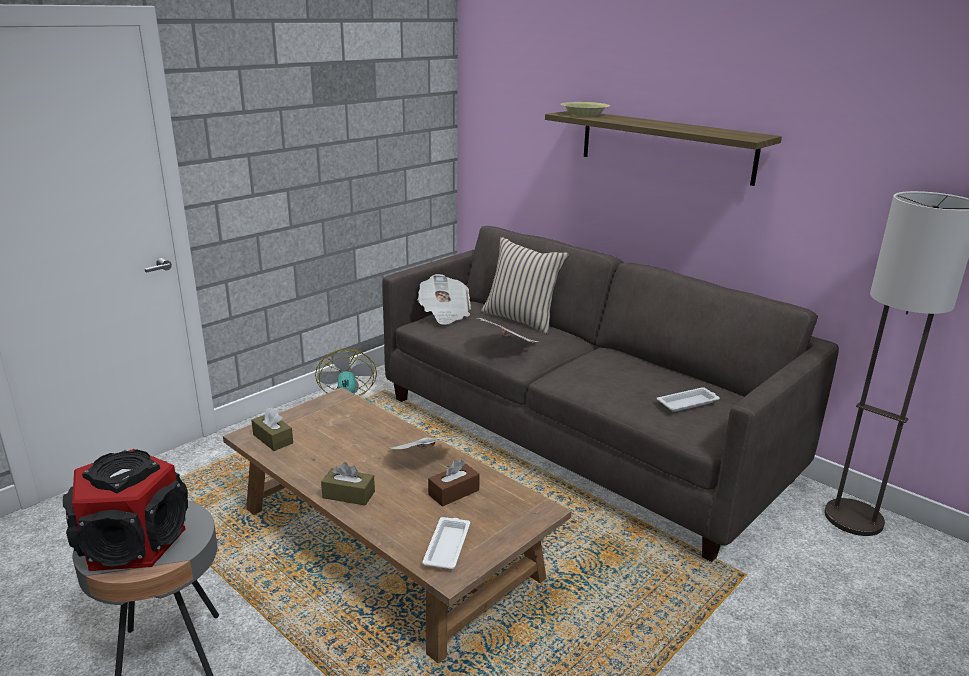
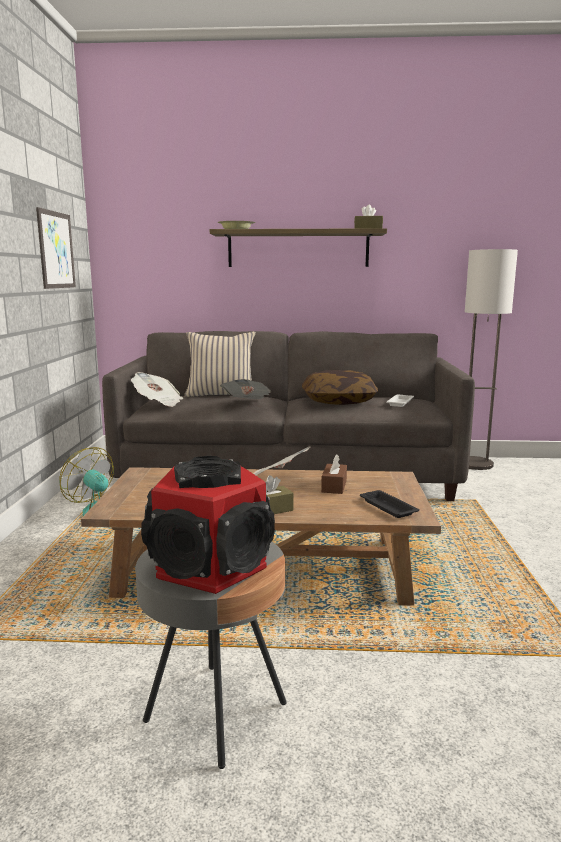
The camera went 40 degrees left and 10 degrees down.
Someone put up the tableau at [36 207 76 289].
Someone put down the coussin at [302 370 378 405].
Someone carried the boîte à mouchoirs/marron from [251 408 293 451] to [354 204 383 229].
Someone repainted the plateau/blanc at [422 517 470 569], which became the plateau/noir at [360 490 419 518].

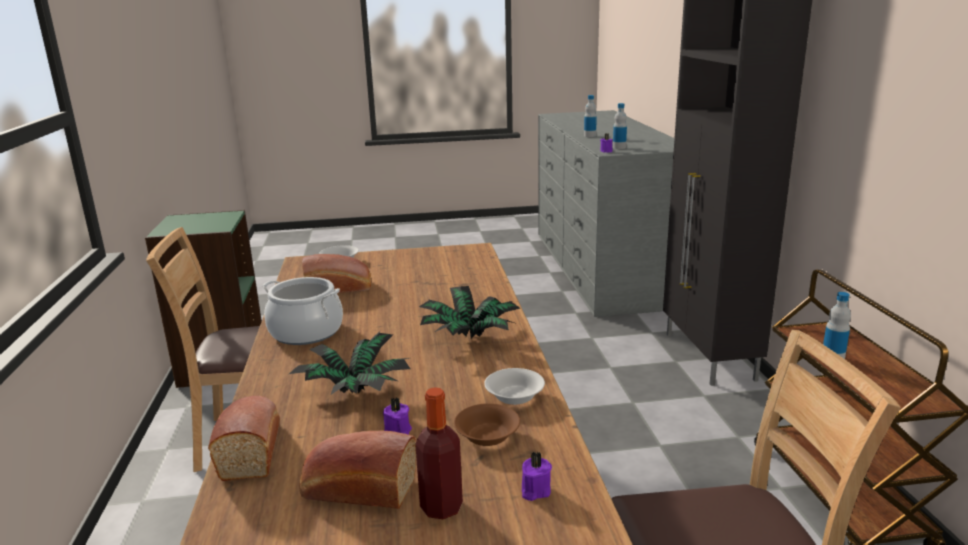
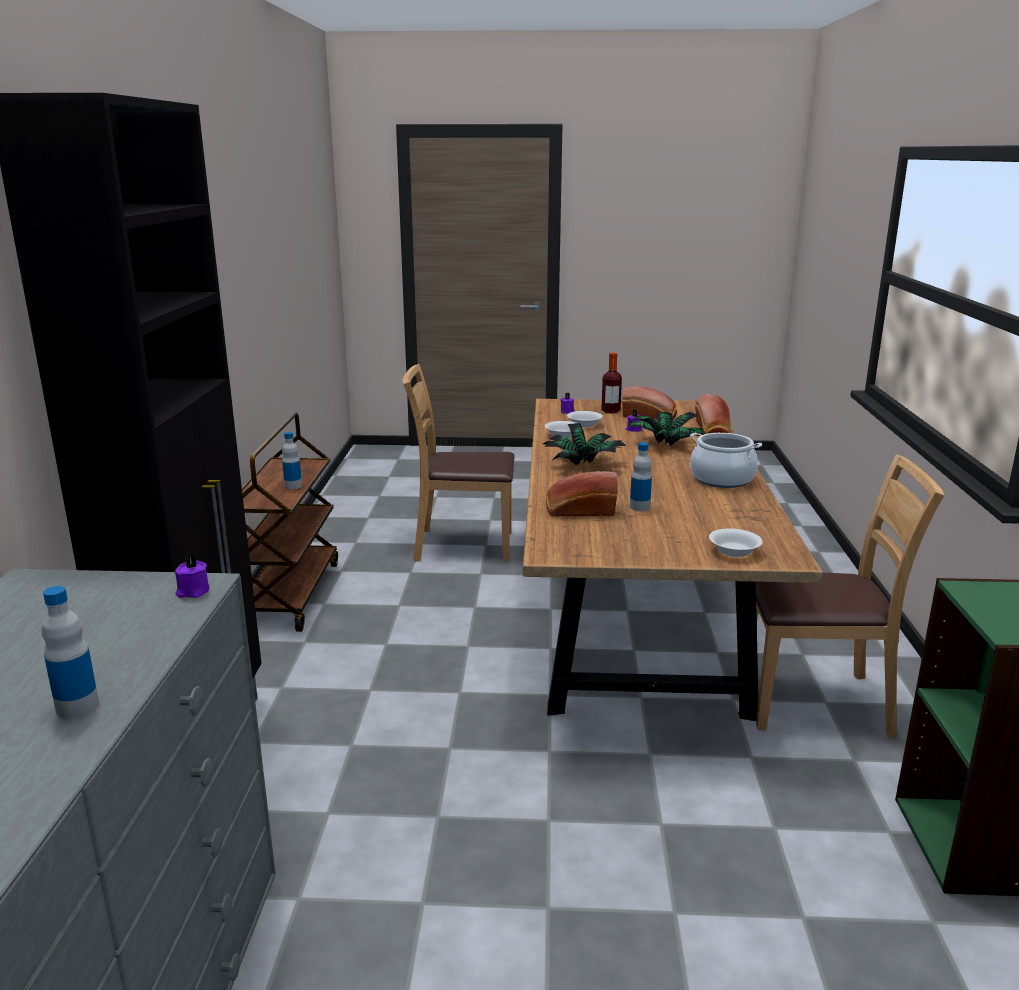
The camera went 170 degrees left and 0 degrees up.
Someone carried the pain from [302 254 371 293] to [546 471 618 517].
Someone carried the bouteille from [613 103 627 149] to [630 442 652 511].
Someone repainted the bol/marron at [454 403 520 446], which became the bol/blanc at [567 411 603 428].

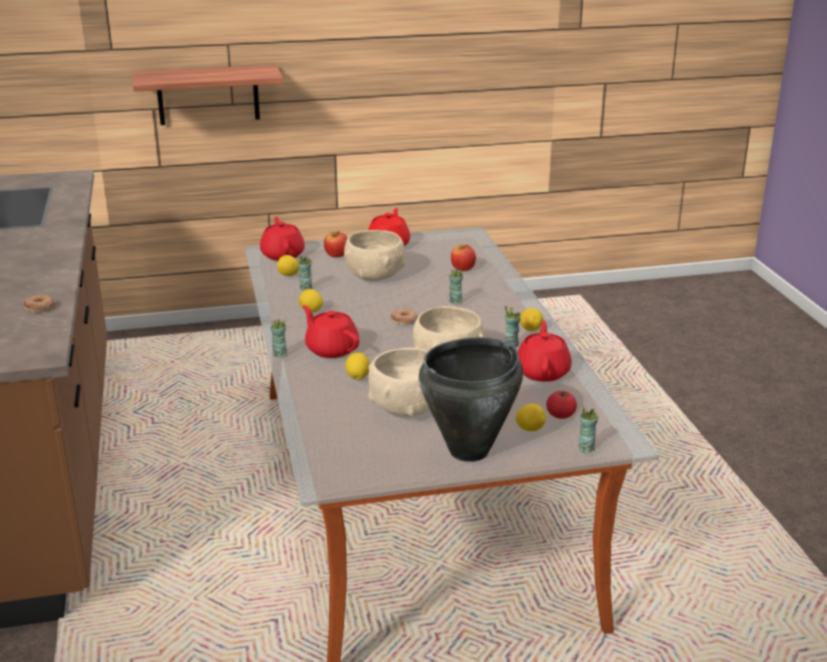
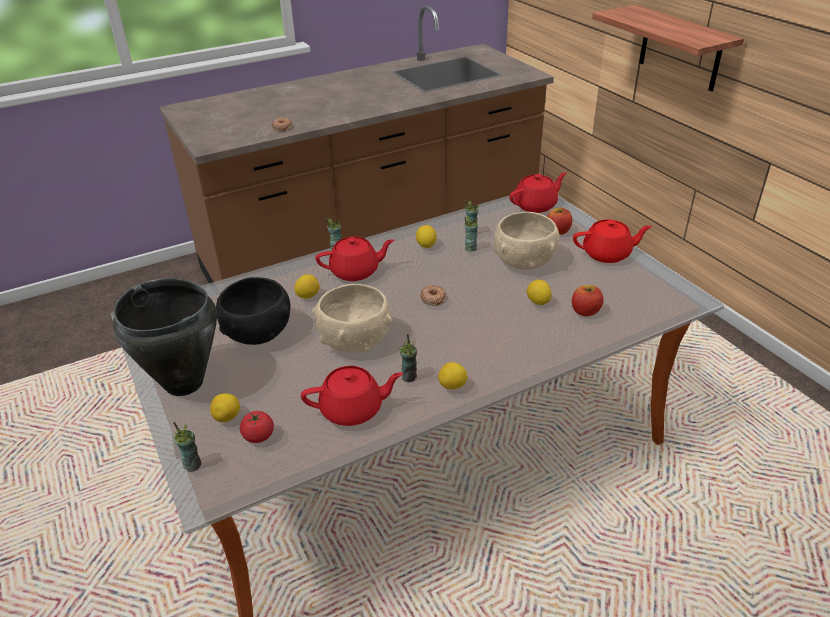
The camera went 75 degrees right and 10 degrees up.
Someone carried the citron from [277 255 299 276] to [527 280 552 305].
Someone carried the tasse from [449 269 464 305] to [464 216 478 252].
Someone repainted the bol/beige at [368 348 430 416], which became the bol/noir at [216 277 291 345].
Someone rotated the théière/rouge at [303 305 359 358] by 45 degrees clockwise.

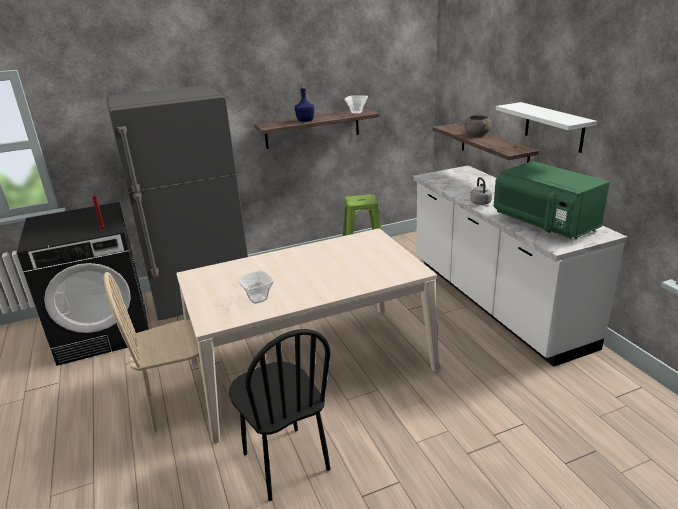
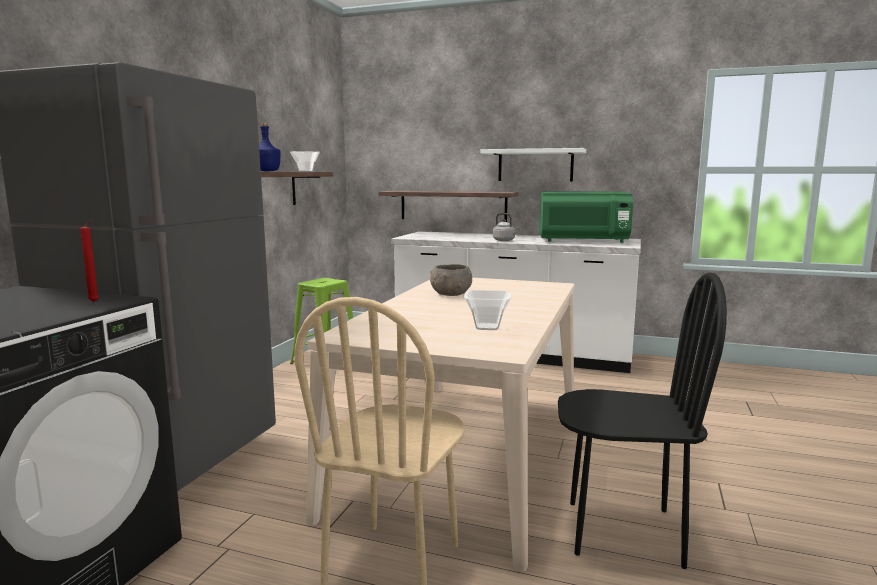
The camera went 50 degrees left and 15 degrees down.
Someone carried the bol/gris from [464 115 492 136] to [430 264 472 296].

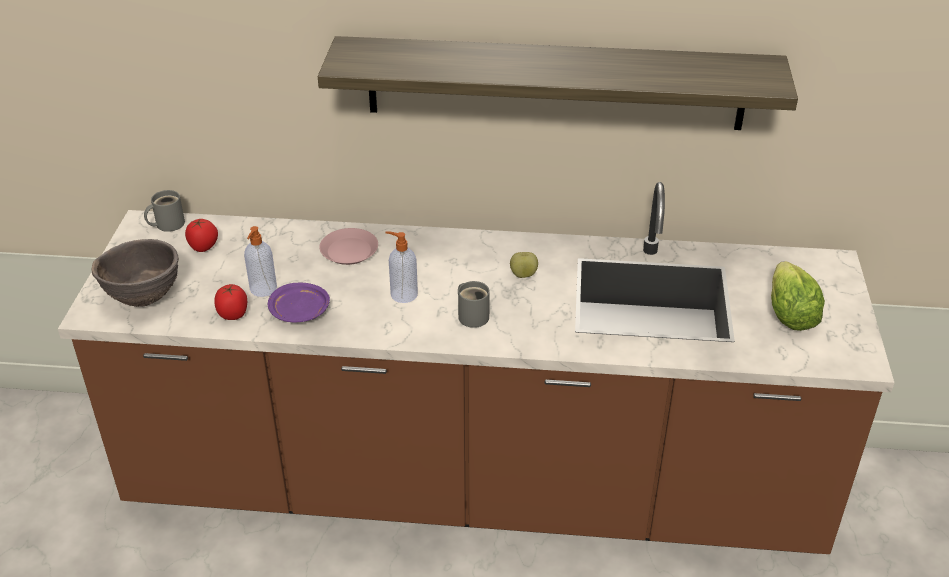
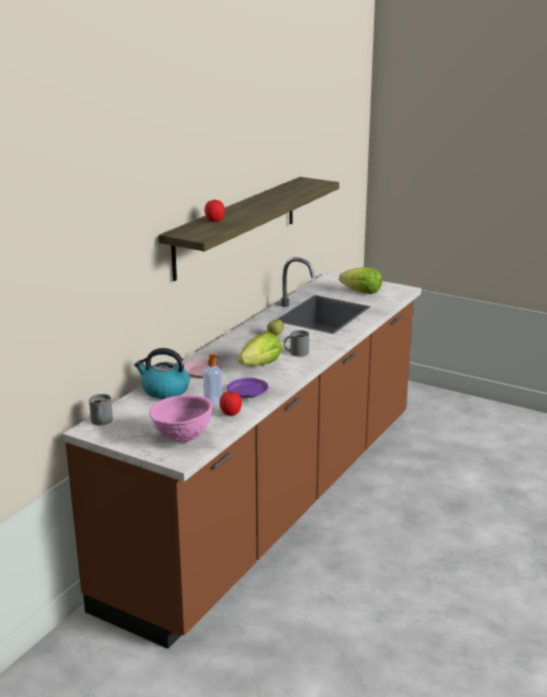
The camera went 65 degrees left and 15 degrees down.
Someone put down the bouilloire at [134 348 190 399].
Someone carried the tomate from [185 218 218 252] to [205 200 225 222].
Someone swapped the distributeur de savon at [385 231 418 303] for the laitue at [238 332 282 366].
Someone repainted the bol/marron at [92 239 179 307], which became the bol/rose at [150 395 213 443].

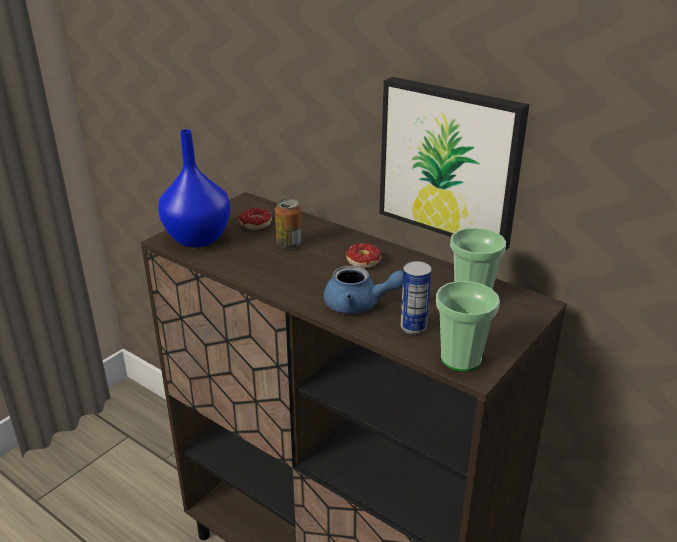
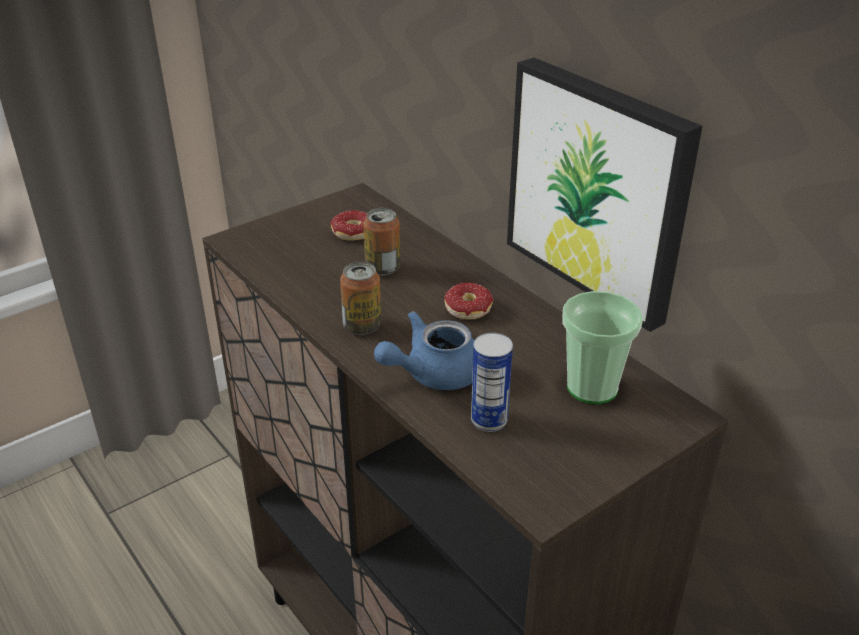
The camera went 15 degrees right and 5 degrees up.
Someone took away the vase/bleu at [158 129 230 247].
Someone took away the tasse at [436 281 500 371].
Someone put down the boîte métallique at [340 262 381 335].
Someone rotated the théière/bleu at [324 265 403 314] by 120 degrees clockwise.

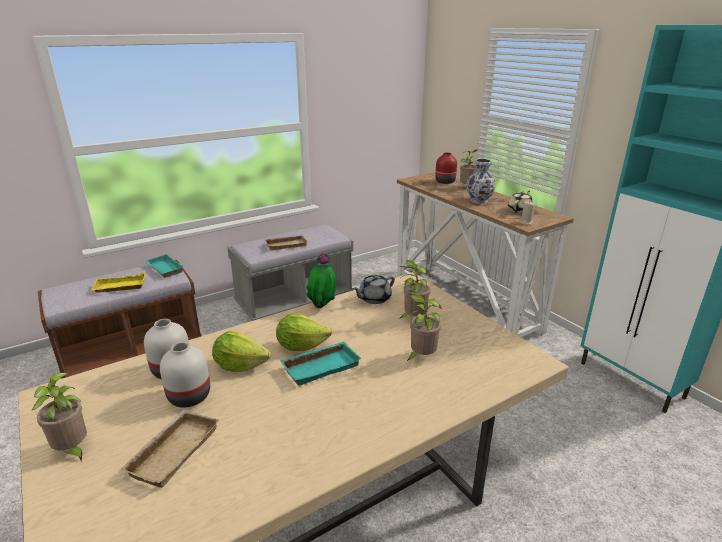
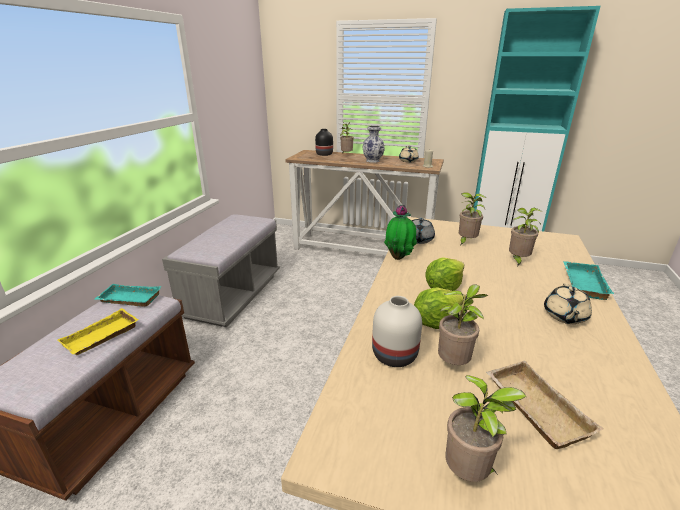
The camera went 40 degrees left and 0 degrees up.
Someone took away the plateau/beige at [264 235 308 251].
Someone put down the théière/beige at [544 283 592 324].
Someone carried the plateau/turquoise from [280 341 362 386] to [563 261 614 300].
Someone swapped the vase/blanc at [160 342 210 408] for the plante en pot at [438 284 488 365].
Someone repainted the vase/rouge at [435 152 457 184], which became the vase/noir at [315 129 333 156].

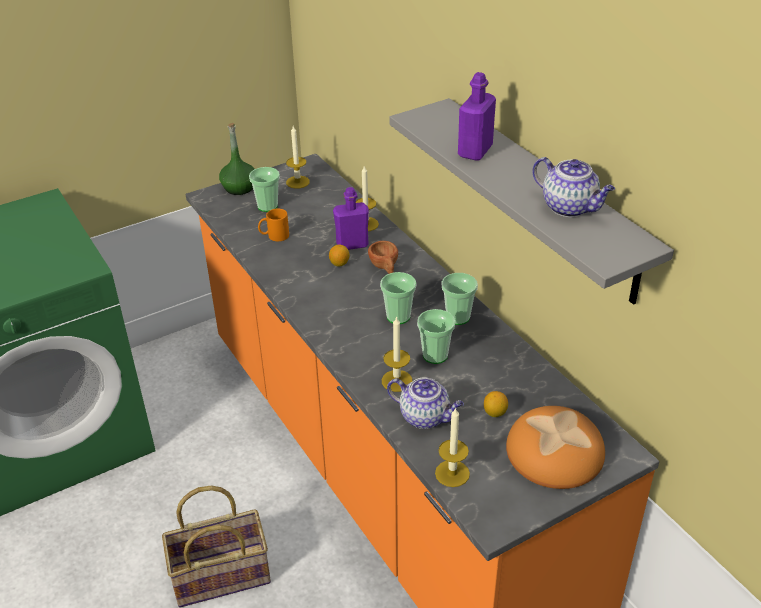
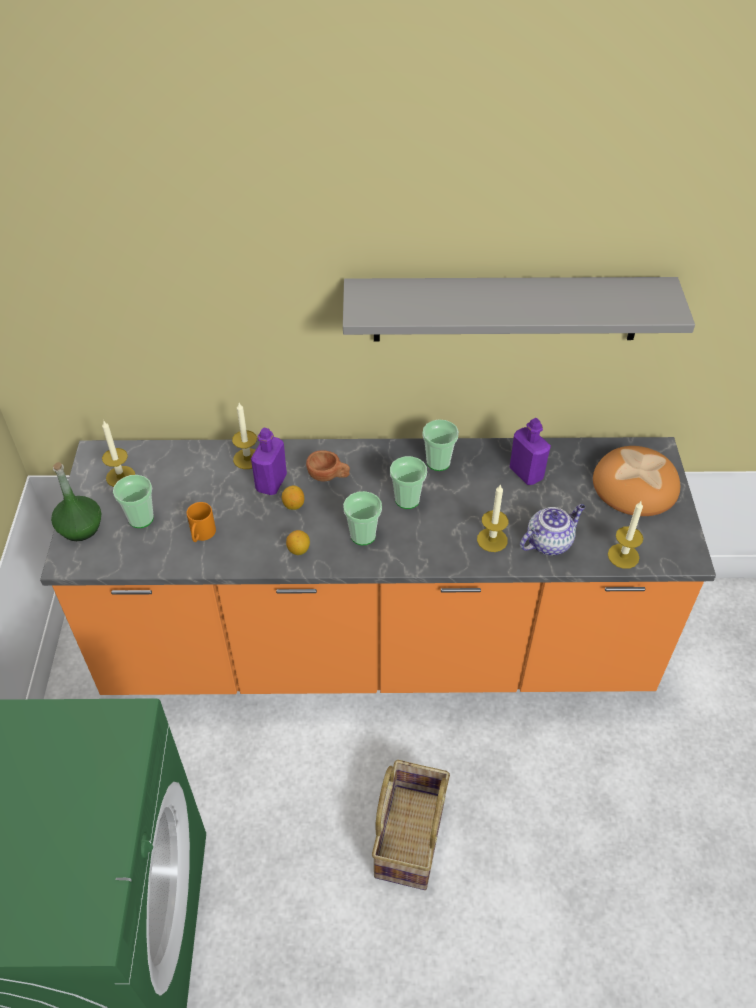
The camera went 60 degrees left and 10 degrees up.
Someone took away the théière at [533 157 615 217].
Someone carried the tasse from [417 309 455 364] to [343 491 382 545].
Someone carried the bouteille/violet from [458 72 496 161] to [509 418 551 485].
Someone carried the citron from [484 391 508 417] to [286 530 310 555].

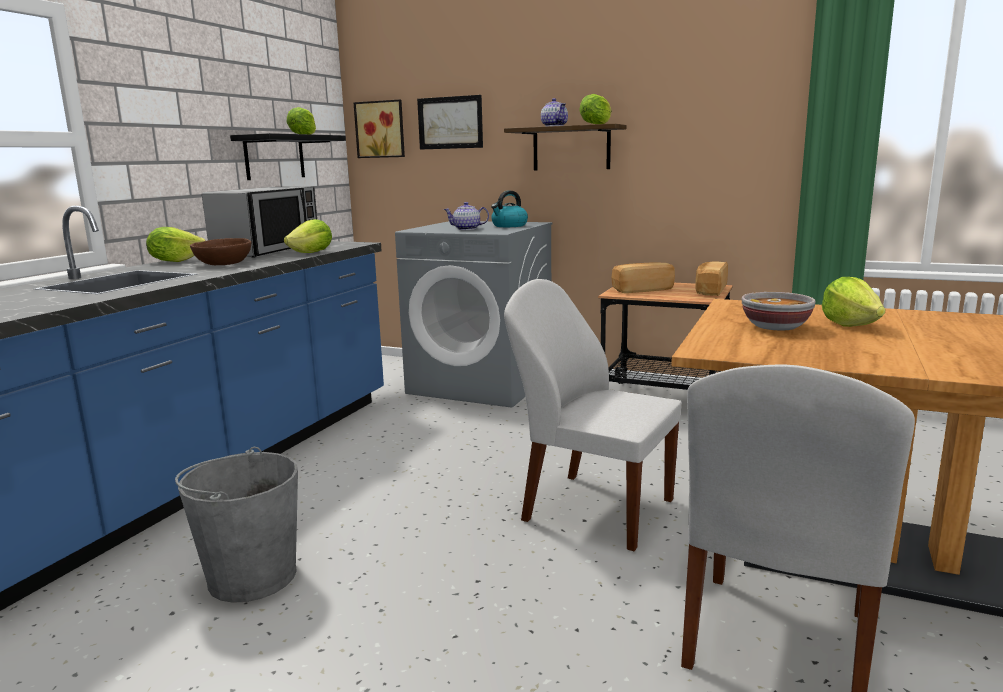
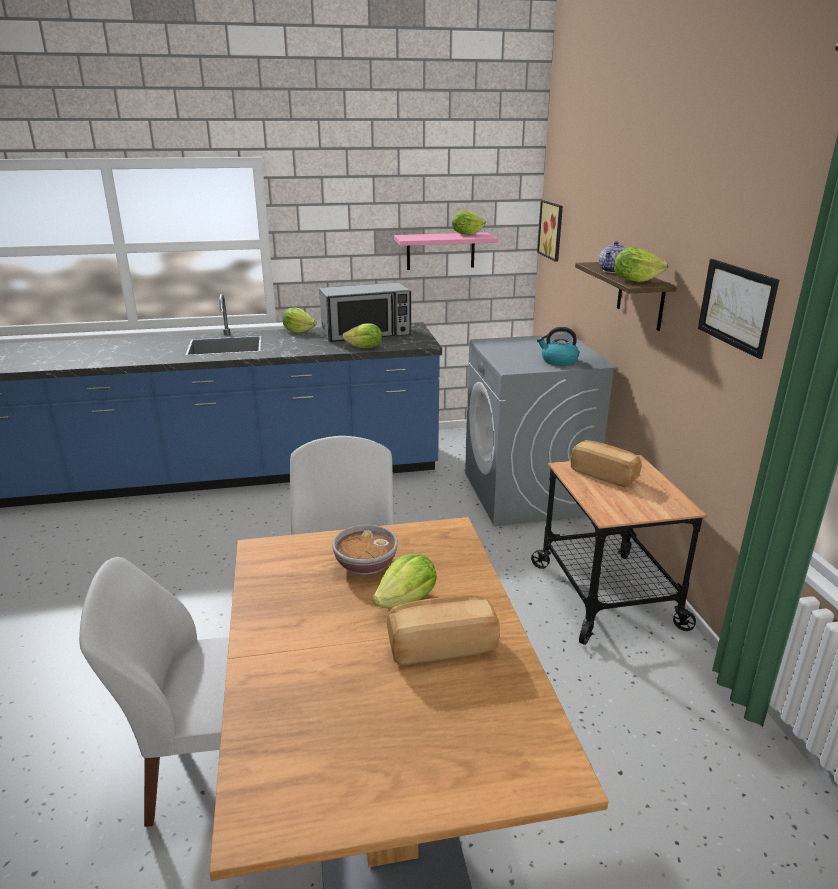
The camera went 55 degrees right and 10 degrees up.
Someone took away the seau/gris at [175 447 298 603].
Someone took away the bol/marron at [190 238 251 265].
Someone took away the théière at [443 202 489 230].
Someone carried the tableau from [417 95 483 150] to [698 259 779 359].
Someone carried the pain from [696 261 728 296] to [387 595 500 665].
Someone repainted the étagère/noir at [230 133 346 180], which became the étagère/rose at [394 232 498 270].

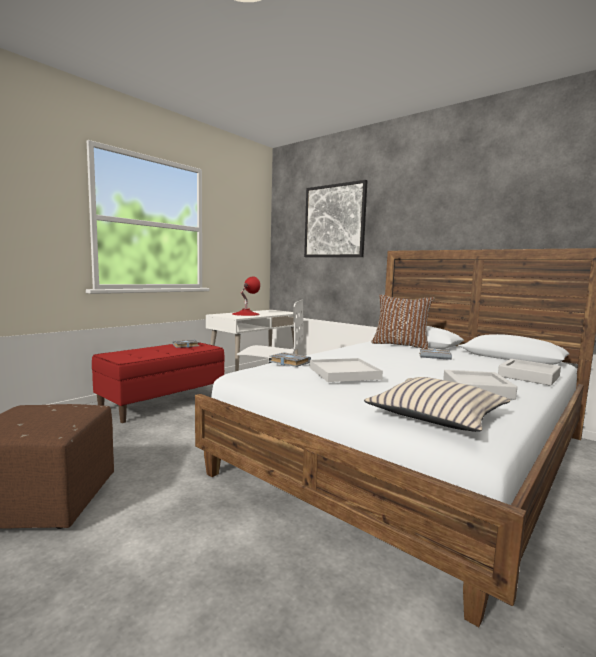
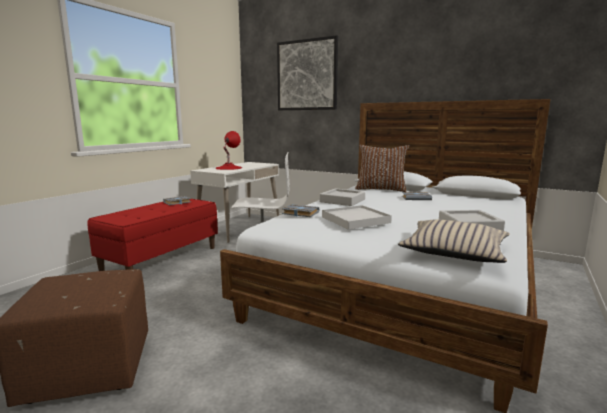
The camera went 10 degrees left and 5 degrees up.
Someone carried the plateau/gris from [498 359 561 386] to [319 188 365 206].

